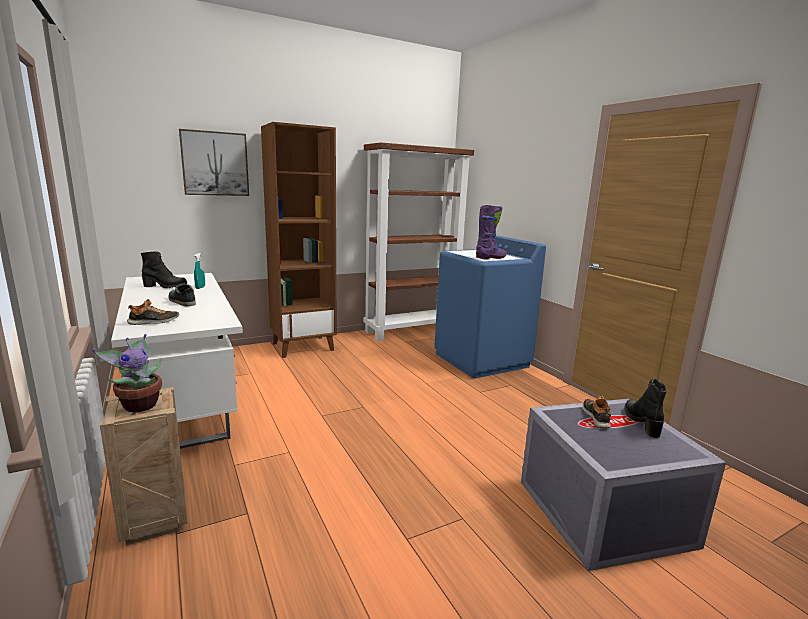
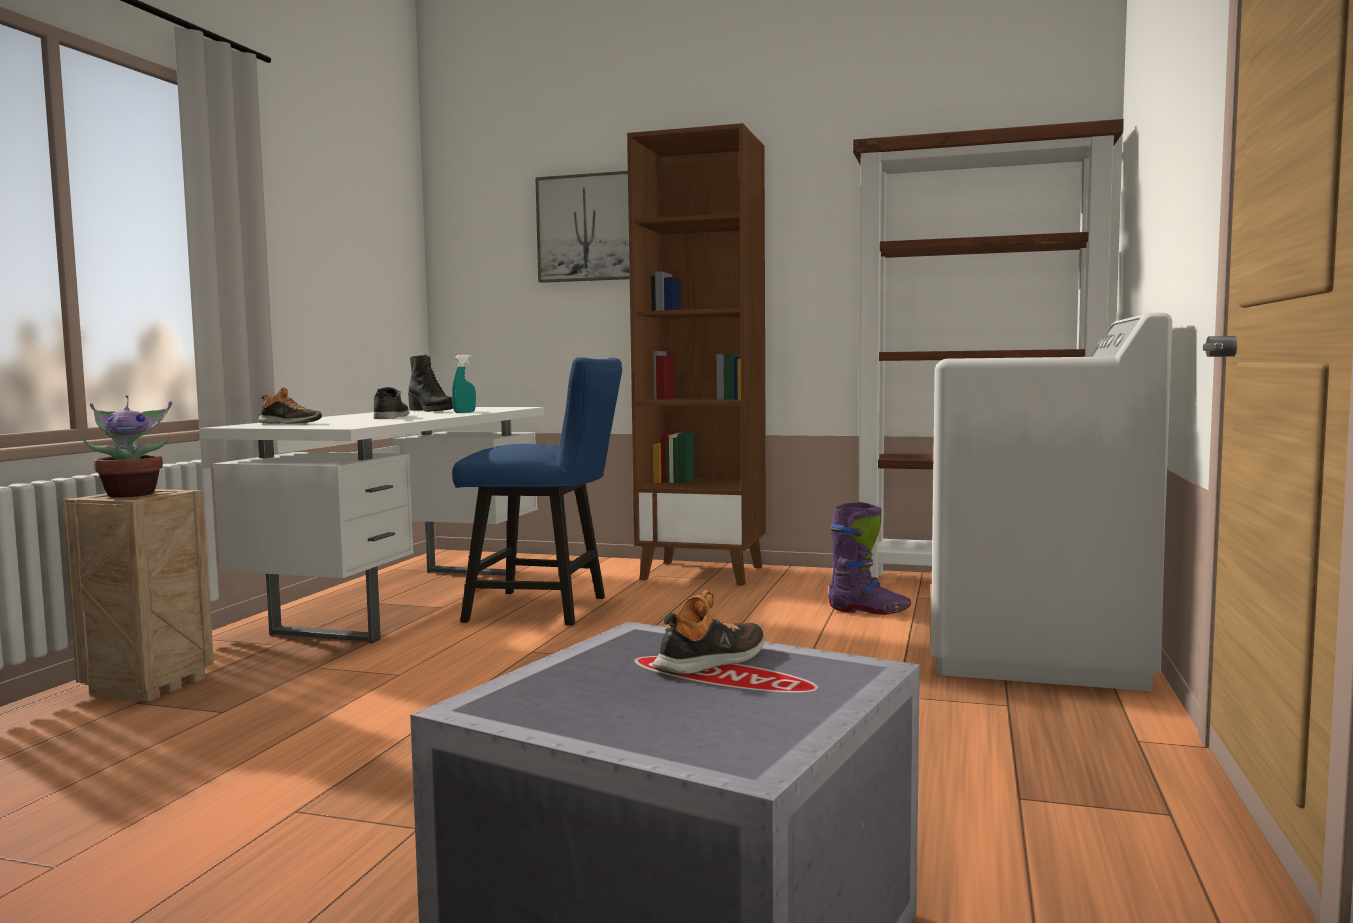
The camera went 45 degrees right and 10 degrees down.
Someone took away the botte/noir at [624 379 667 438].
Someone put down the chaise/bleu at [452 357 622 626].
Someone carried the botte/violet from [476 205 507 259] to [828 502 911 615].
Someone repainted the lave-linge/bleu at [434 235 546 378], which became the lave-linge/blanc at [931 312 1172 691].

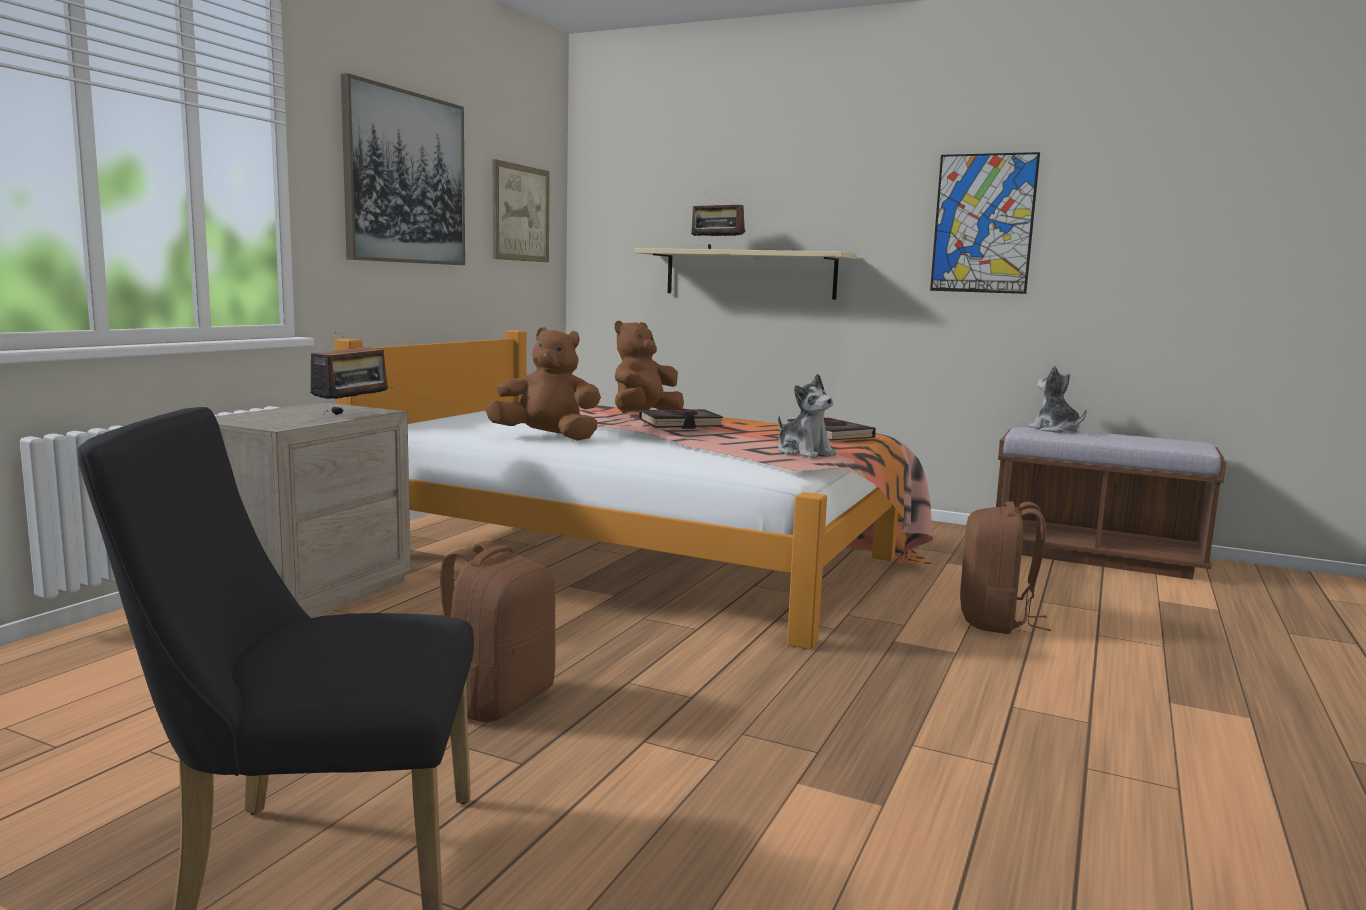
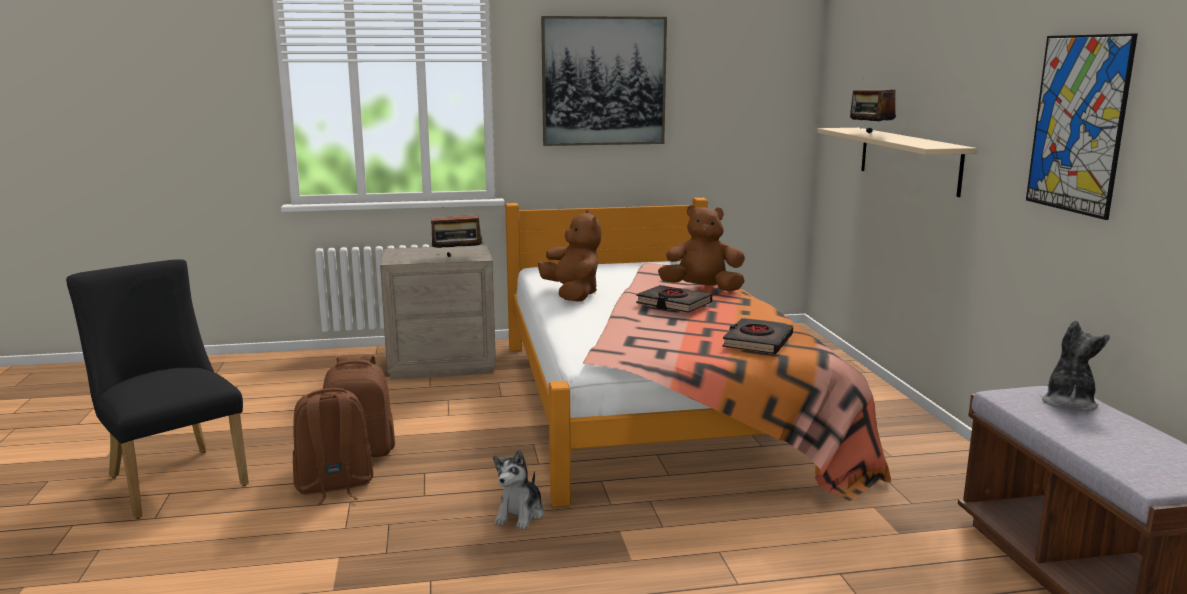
The camera went 55 degrees right and 5 degrees up.
Someone took away the tableau at [493 159 550 262].
Someone carried the peluche from [778 374 837 458] to [493 450 544 529].
Someone carried the sac à dos/marron from [960 501 1051 634] to [293 388 373 506].

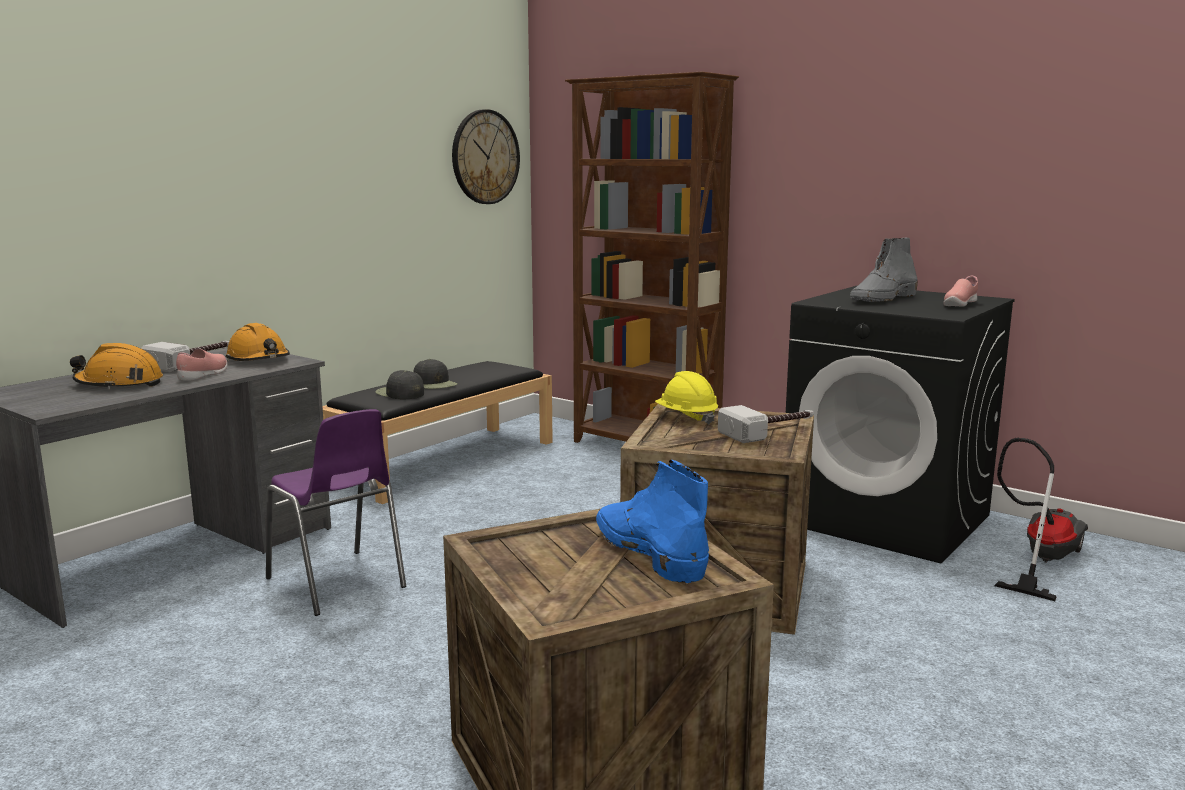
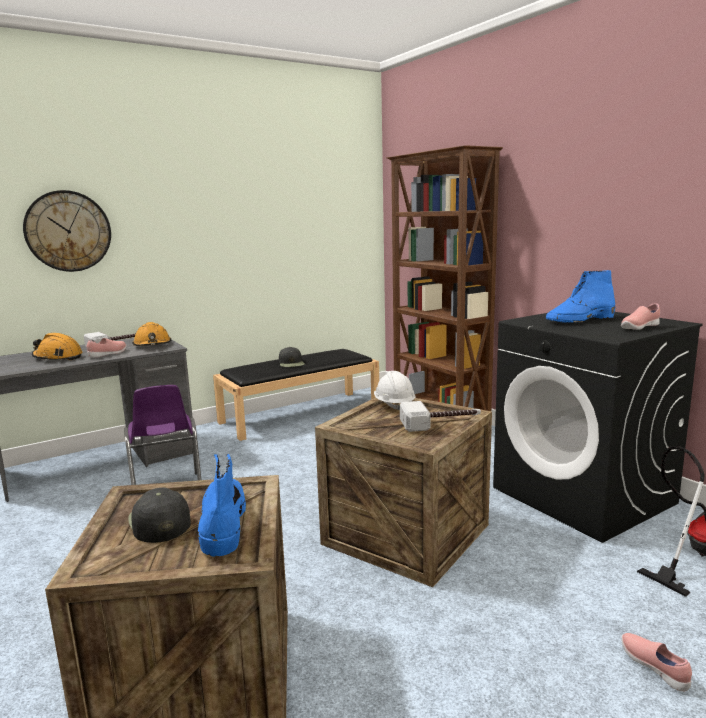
The camera went 20 degrees right and 0 degrees up.
Someone put down the chaussure/rose at [622 633 692 692].
Someone carried the casquette/noir from [375 370 424 399] to [128 488 191 543].
Someone carried the horloge murale from [452 109 520 204] to [23 190 111 272].
Someone repainted the casque de chantier/jaune at [655 371 718 425], which became the casque de chantier/blanc at [374 371 415 410].
Someone repainted the botte/gris at [850 238 918 302], which became the botte/bleu at [546 270 616 323].

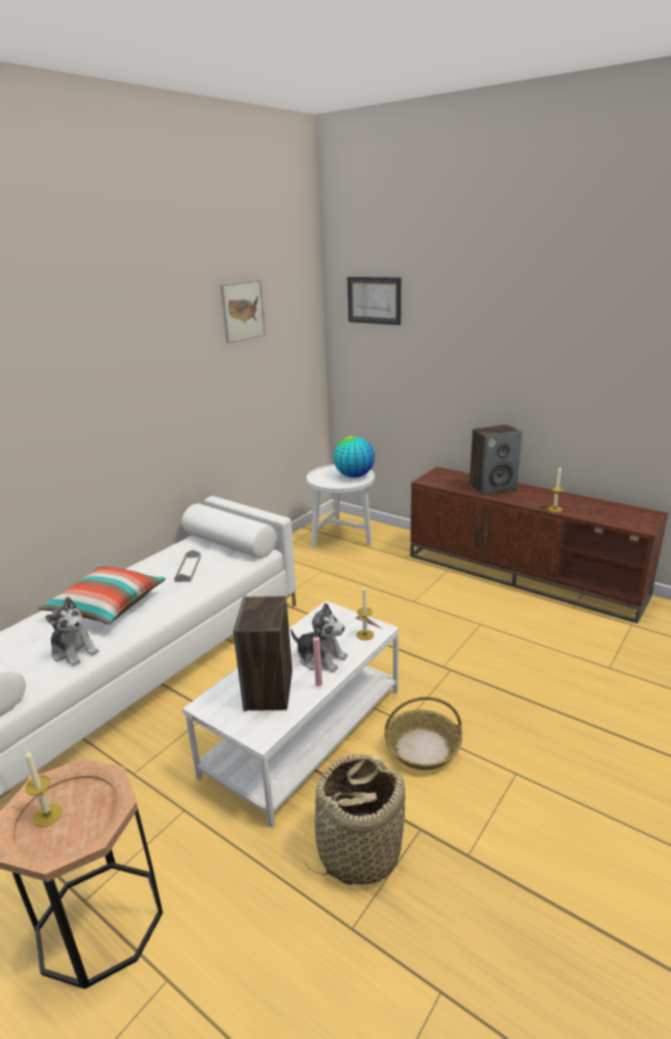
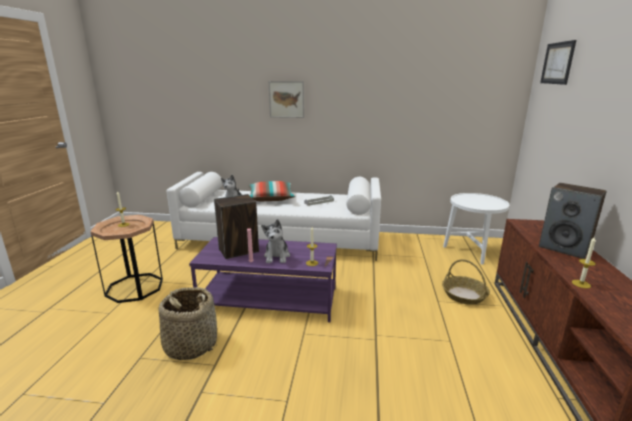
The camera went 60 degrees right and 5 degrees down.
Someone took away the globe at [333 436 375 478].
Someone carried the tableau from [220 279 266 343] to [268 81 304 118].
Someone carried the panier from [385 697 462 770] to [442 259 490 305].
Someone repainted the table basse/blanc at [182 601 399 828], which became the table basse/violet at [189 237 337 322].

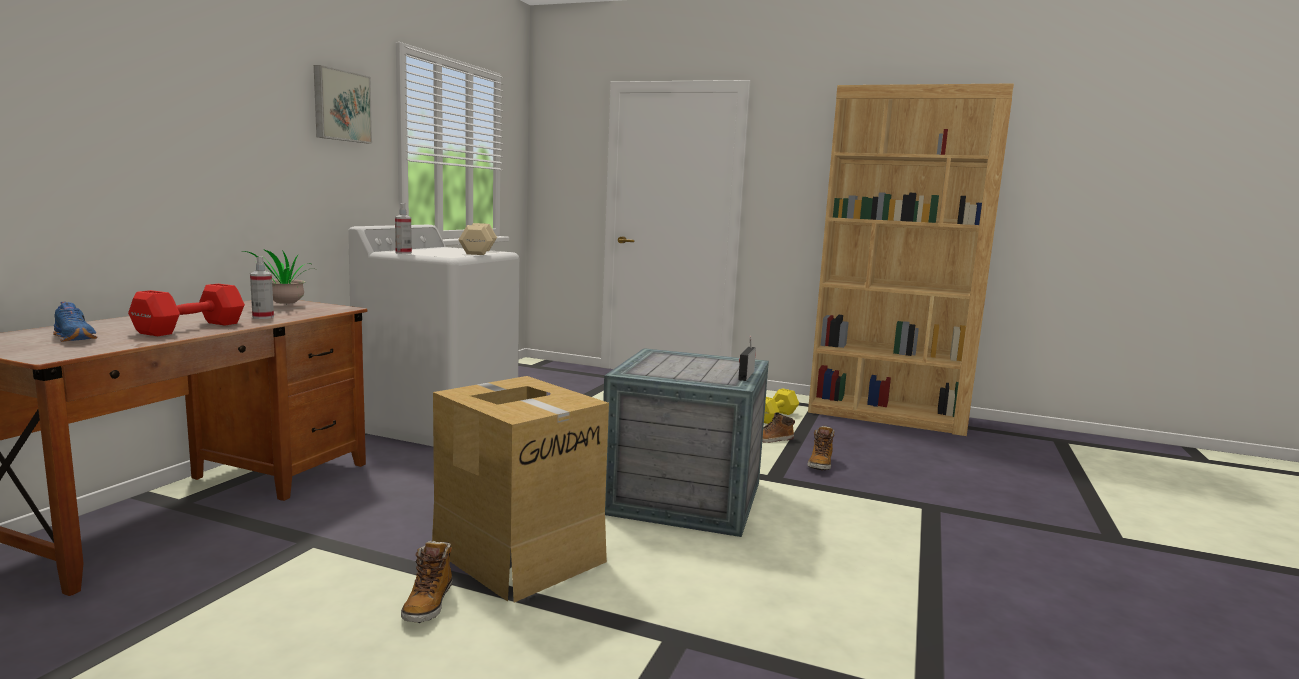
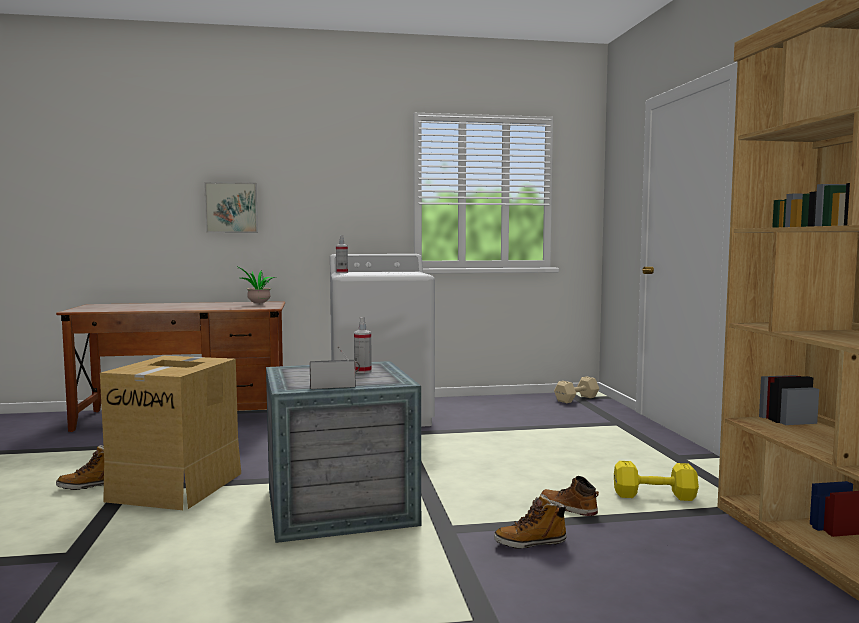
The camera went 60 degrees right and 5 degrees down.
Someone took away the chaussure/bleu at [53 302 97 342].
Someone took away the haltère/rouge at [128 284 245 336].
Someone carried the vaporisateur from [250 256 274 319] to [354 317 372 373].
Someone carried the tableau from [314 65 372 143] to [204 182 258 233].
Someone carried the haltère/beige from [458 223 497 255] to [554 376 599 403].

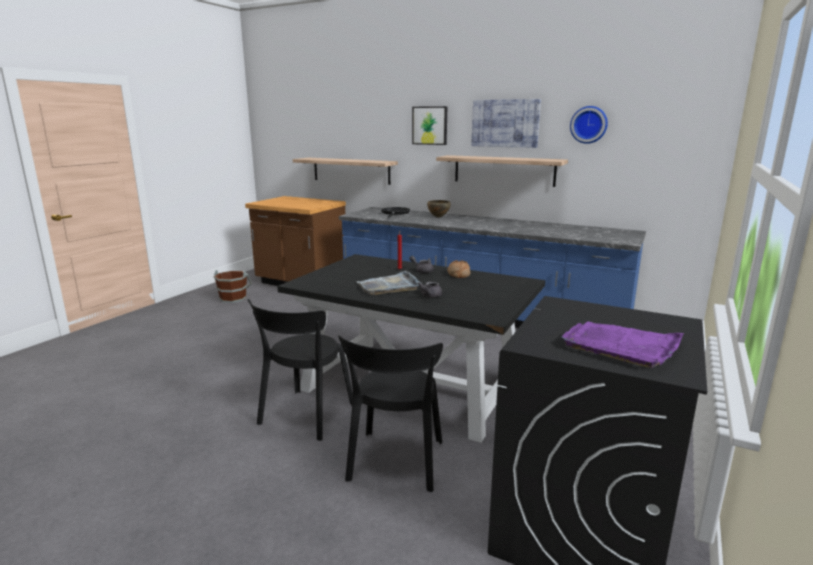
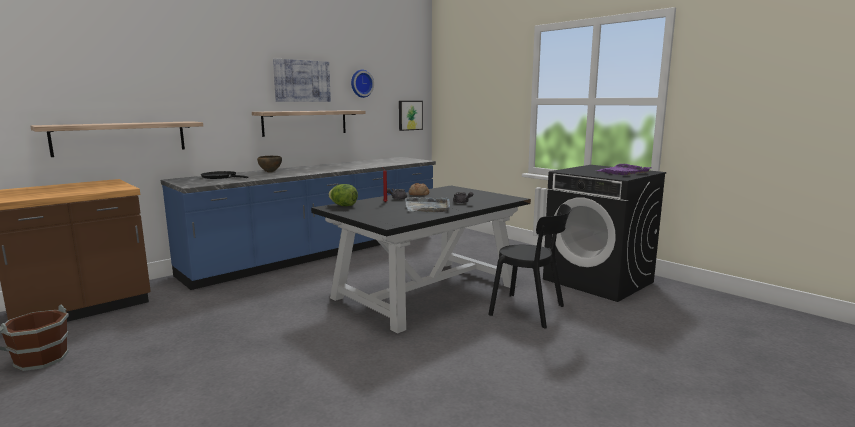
The camera went 70 degrees left and 5 degrees down.
Someone took away the chaise/noir at [247 299 353 441].
Someone put down the laitue at [328 184 358 206].
Someone carried the tableau from [412 106 447 145] to [399 101 423 131].

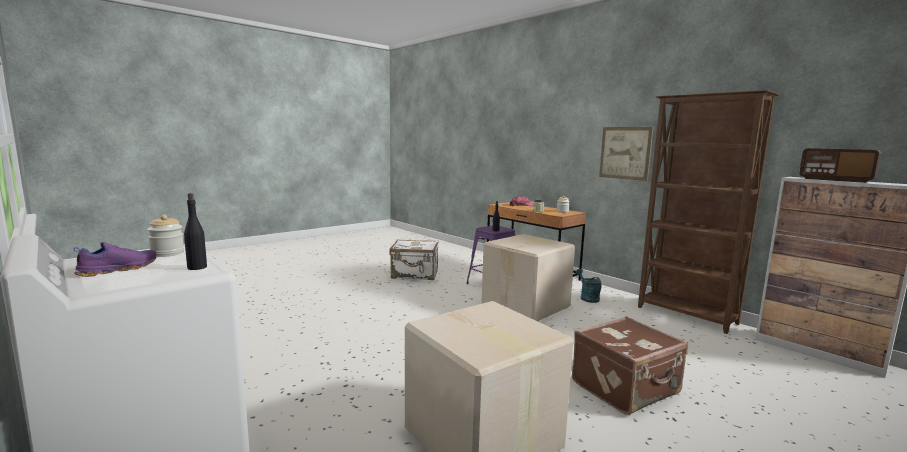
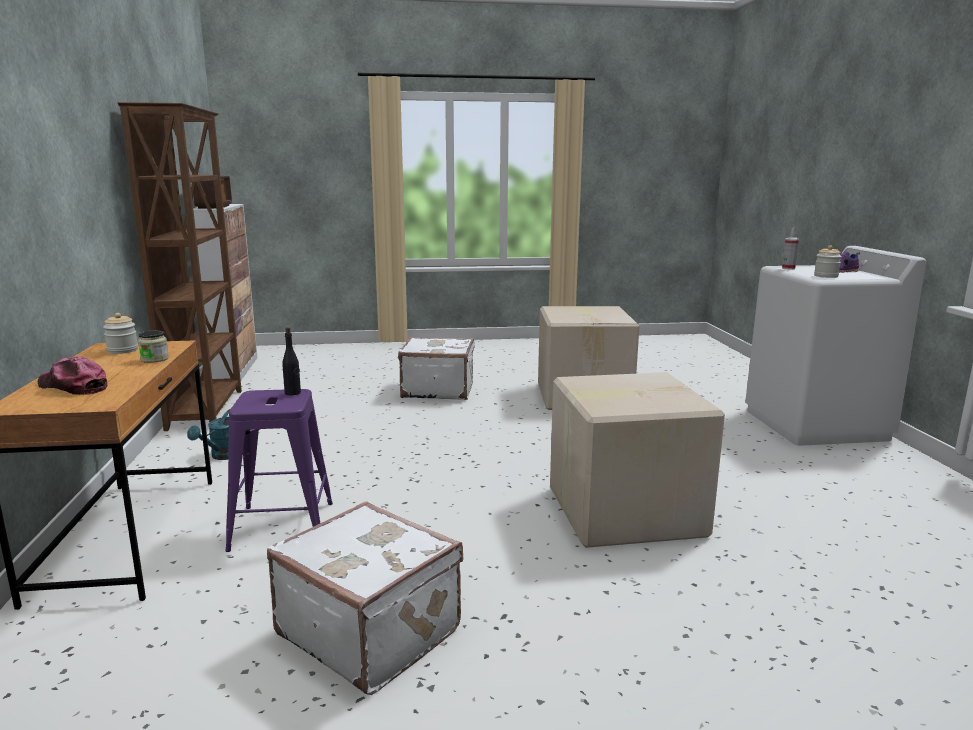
The camera went 145 degrees left and 5 degrees up.
Someone took away the tableau at [599 127 653 181].
Someone carried the carton from [482 234 575 321] to [550 372 725 548].
Someone swapped the bouteille/noir at [184 193 207 270] for the vaporisateur at [782 228 799 270].
Someone repainted the valise/marron at [572 316 688 415], which became the valise/blanc at [398 337 475 400].

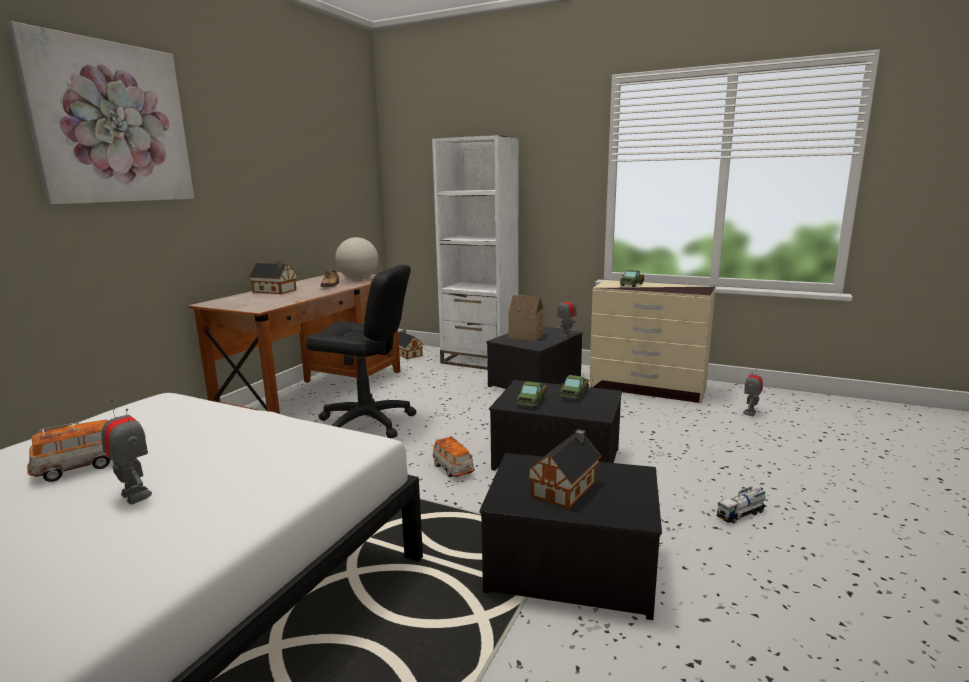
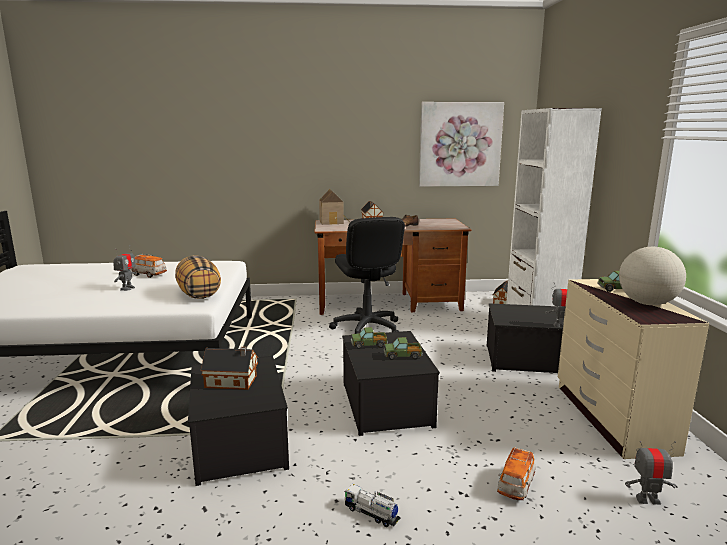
The camera went 60 degrees right and 0 degrees up.
Someone put down the coussin at [175 255 221 299].
Someone carried the tableau from [7 21 194 205] to [419 102 504 187].
Someone carried the globe from [335 237 378 280] to [619 247 686 305].
Someone carried the petite voiture from [433 436 475 477] to [497 447 535 500].
Someone carried the maison miniature from [508 295 543 341] to [319 189 350 225].

